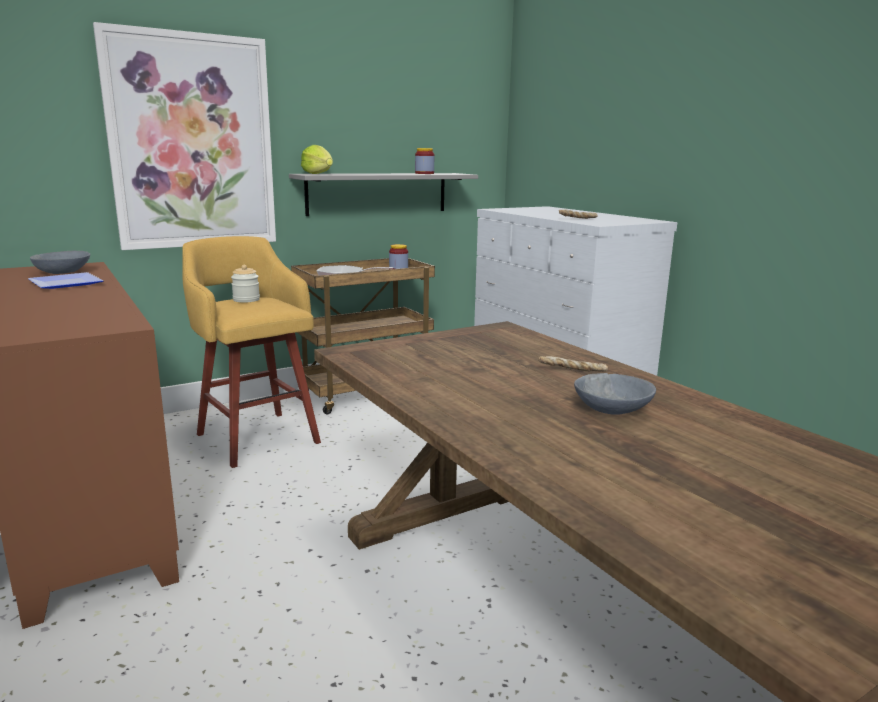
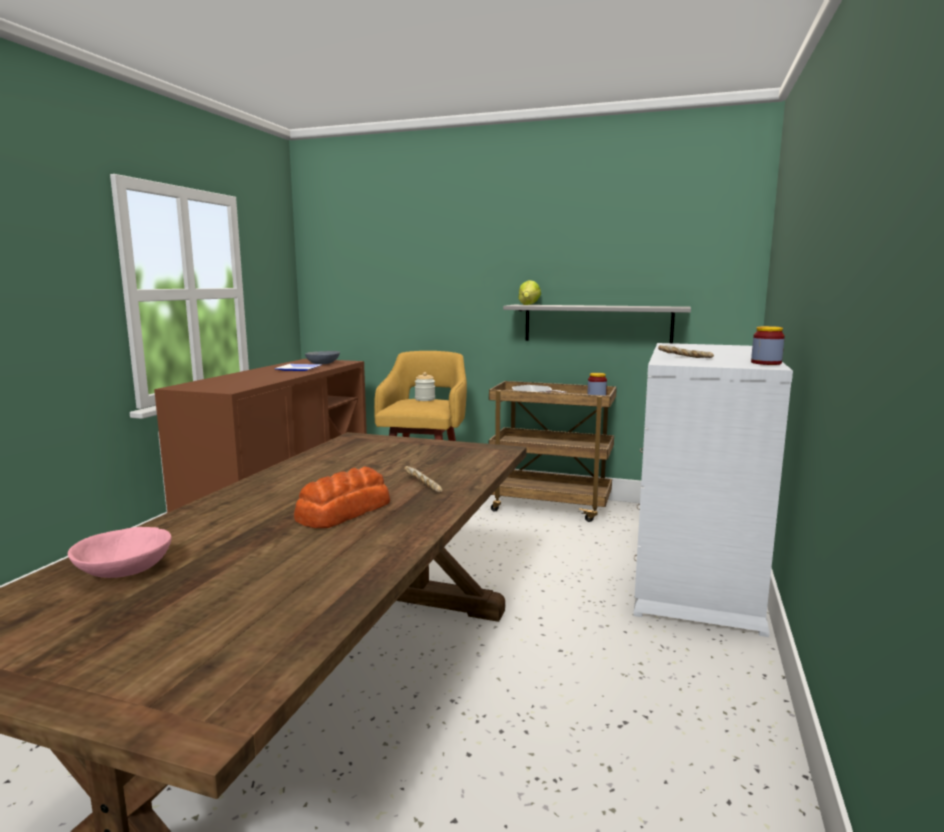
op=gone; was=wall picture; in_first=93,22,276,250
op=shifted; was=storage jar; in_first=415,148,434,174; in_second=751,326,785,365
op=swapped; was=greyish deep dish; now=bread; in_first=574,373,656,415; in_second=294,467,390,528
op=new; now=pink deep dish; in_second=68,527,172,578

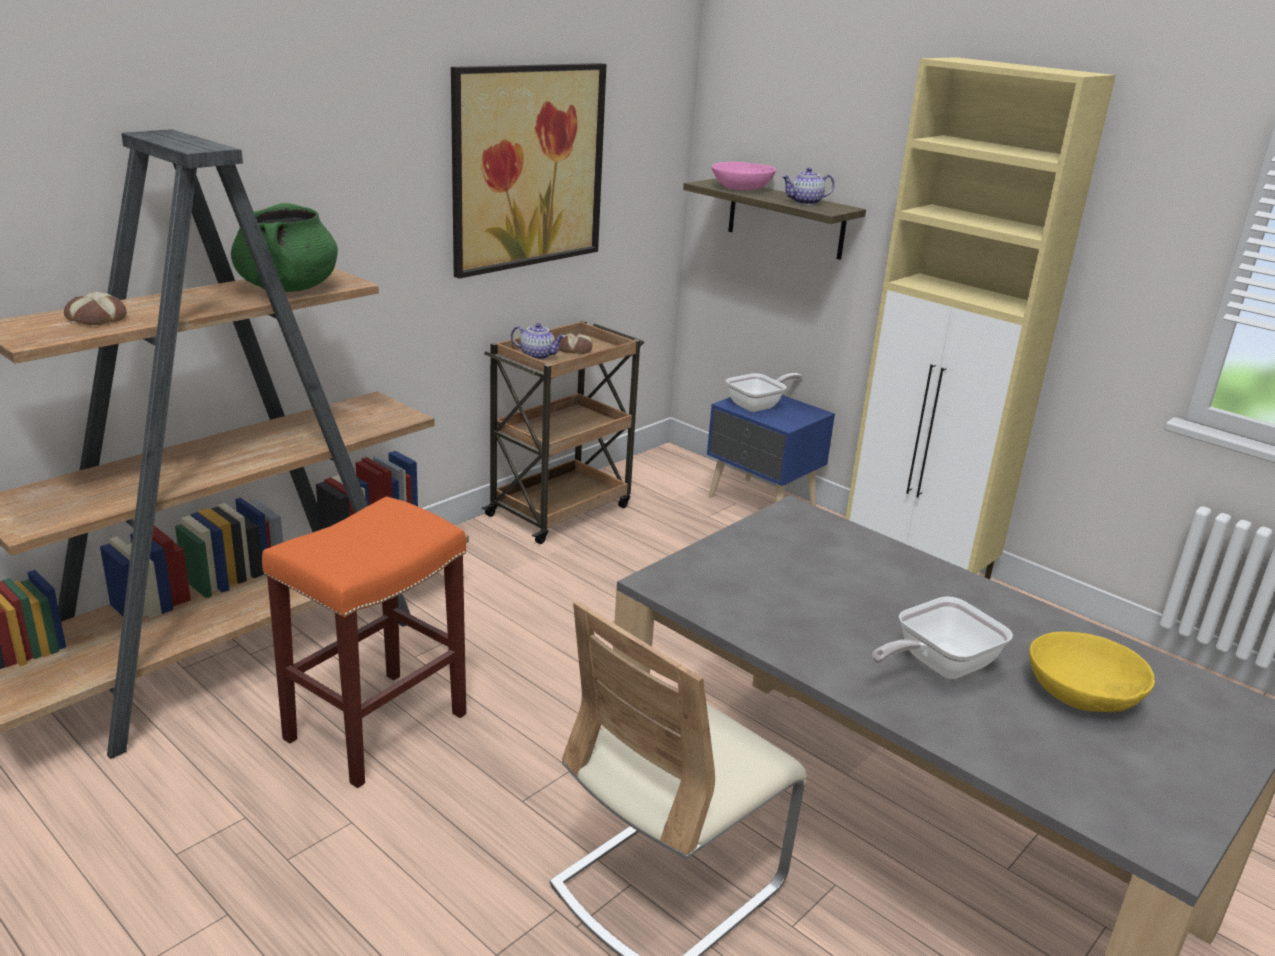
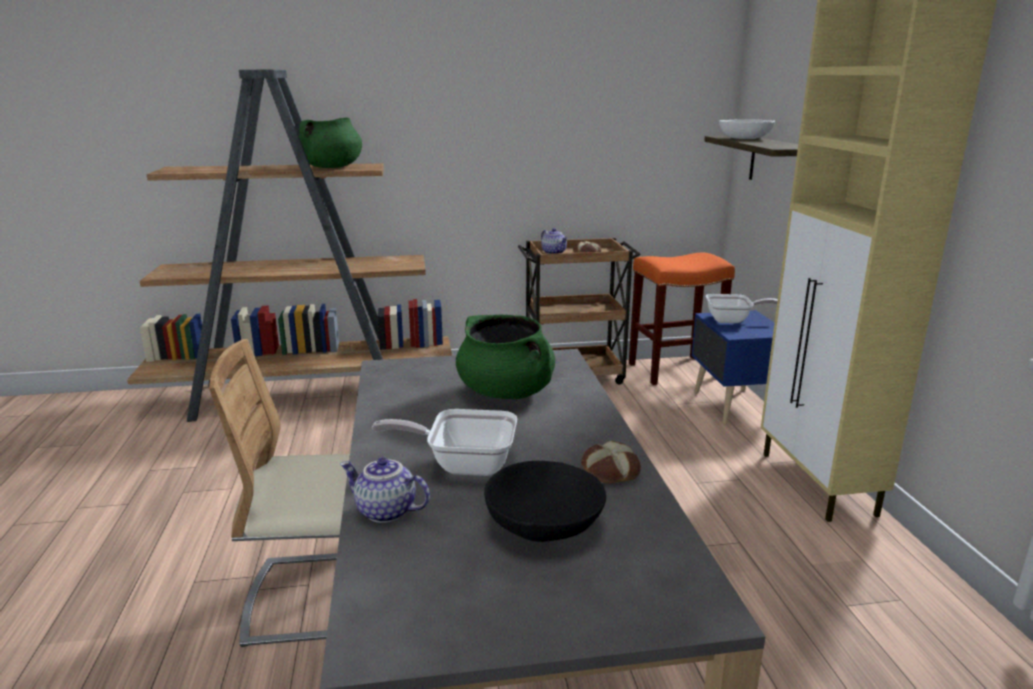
op=gone; was=wall picture; in_first=451,63,606,279
op=repainted; was=pink deep dish; now=white-coloured deep dish; in_first=712,162,776,190; in_second=719,119,775,139
op=shifted; was=teapot; in_first=782,168,835,205; in_second=340,457,430,523
op=shifted; was=bread; in_first=64,292,126,325; in_second=581,441,641,483
op=shifted; was=orange-coloured stool; in_first=262,496,466,788; in_second=629,253,735,385
op=repainted; was=yellow deep dish; now=blackish deep dish; in_first=1029,632,1155,712; in_second=484,461,606,542
op=new; now=greenish stockpot; in_second=456,315,555,400

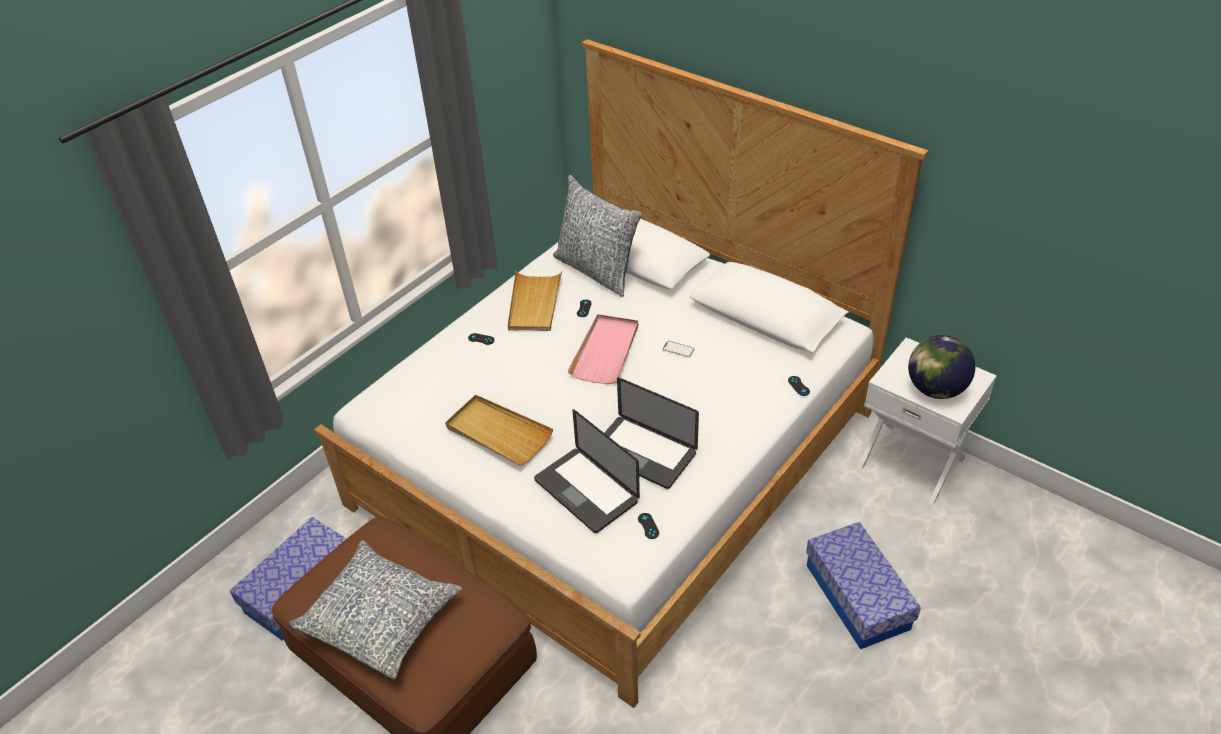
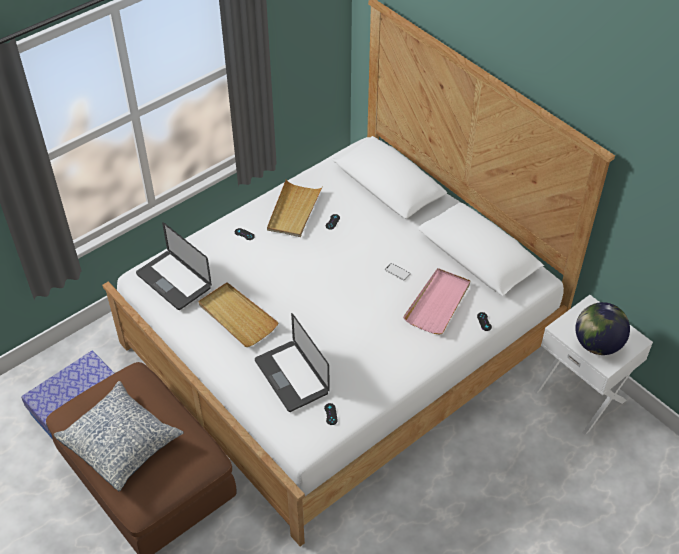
op=gone; was=cushion; in_first=553,175,642,297
op=shifted; was=pink tray; in_first=568,314,638,384; in_second=403,268,470,334
op=shifted; was=notebook computer; in_first=604,378,699,489; in_second=136,222,212,310
op=gone; was=storage container; in_first=806,522,921,649

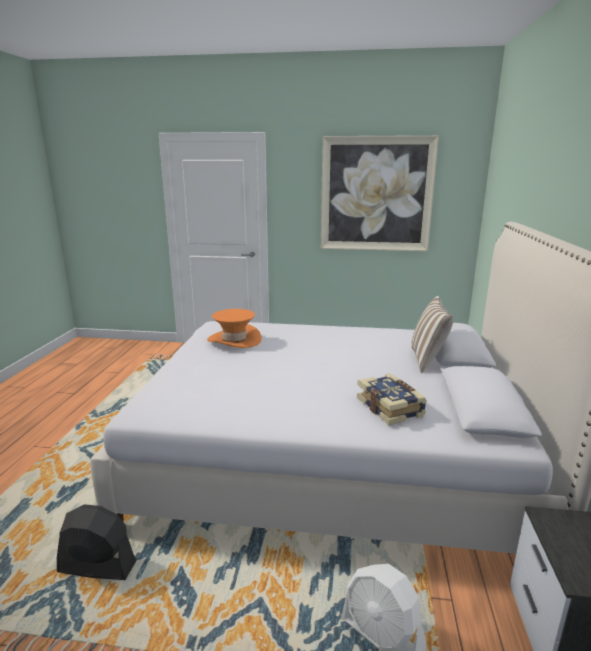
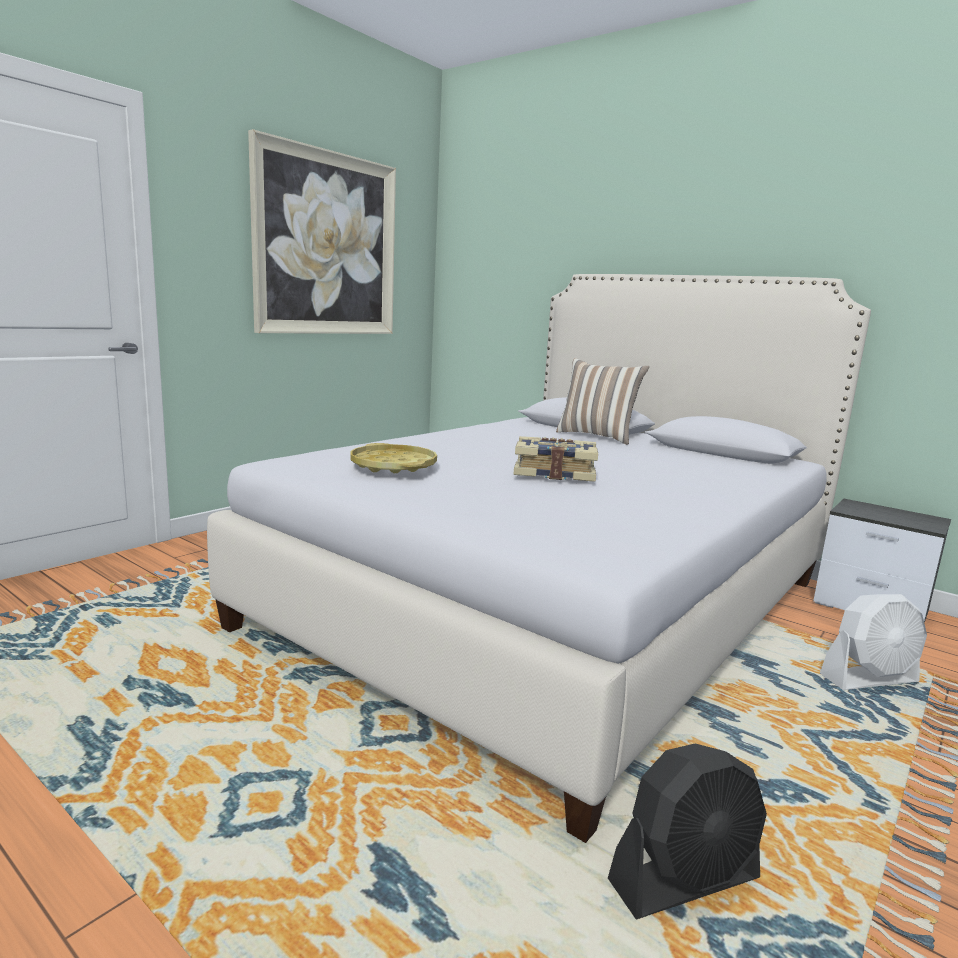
op=swapped; was=orange-coloured clothing hat; now=yellow tray; in_first=207,309,262,348; in_second=351,443,437,473
op=shifted; was=volume; in_first=357,374,427,425; in_second=514,436,598,482
op=rotated; was=blackish electric fan; in_first=57,504,136,580; in_second=608,743,767,920; clockwise=-150

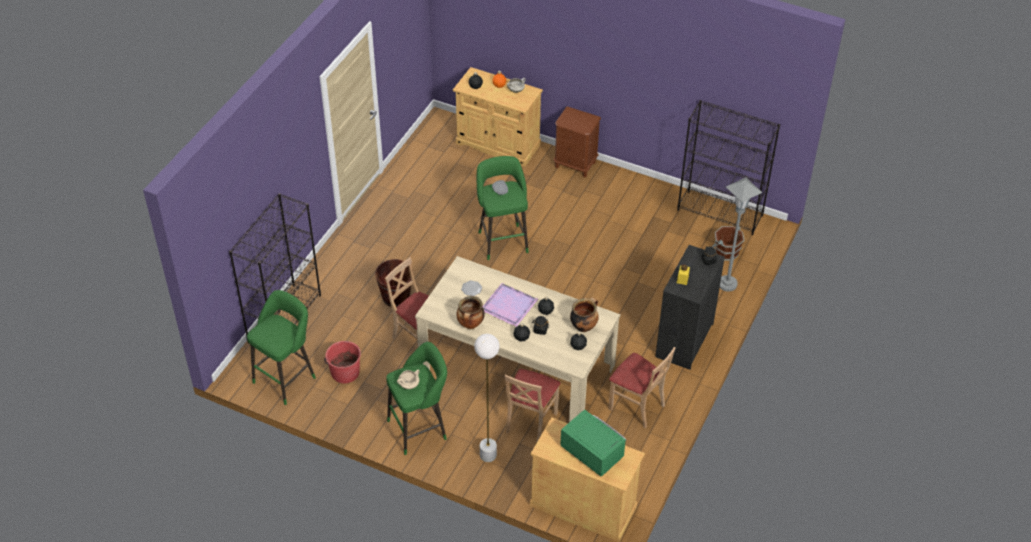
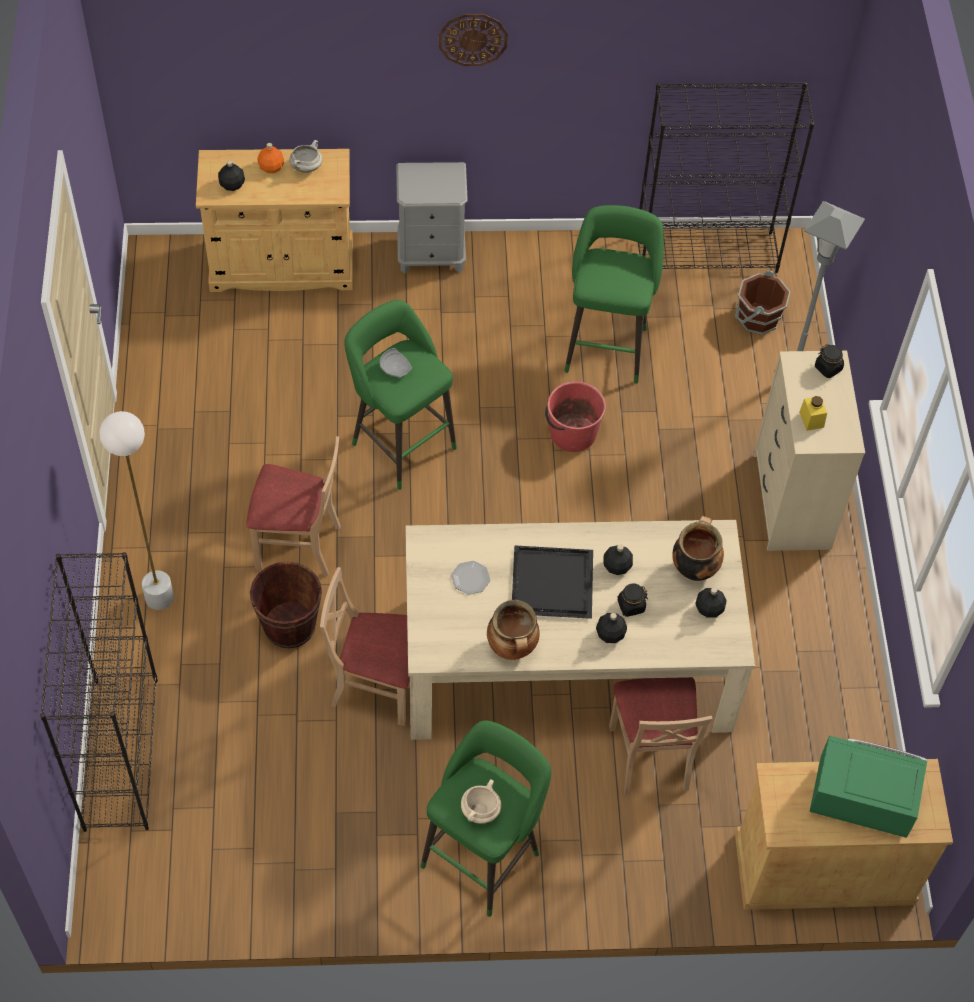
op=repainted; was=brown bedside table; now=greyish bedside table; in_first=553,106,601,177; in_second=396,162,468,273
op=repainted; was=blackish drawer chest; now=beige-coloured drawer chest; in_first=655,245,725,370; in_second=754,351,865,551
op=repainted; was=purplish tray; now=blackish tray; in_first=483,283,538,327; in_second=512,545,593,619
op=shifted; was=greenish stool; in_first=247,290,316,405; in_second=564,205,664,383
op=shifted; was=white-coloured standard lamp; in_first=474,334,500,462; in_second=99,411,174,610
op=shifted; was=red-coloured water bucket; in_first=324,341,361,383; in_second=545,381,606,452
op=shifted; was=beige-coloured upright chair; in_first=608,347,675,428; in_second=246,436,341,576
op=new; now=wall clock; in_second=439,14,508,66

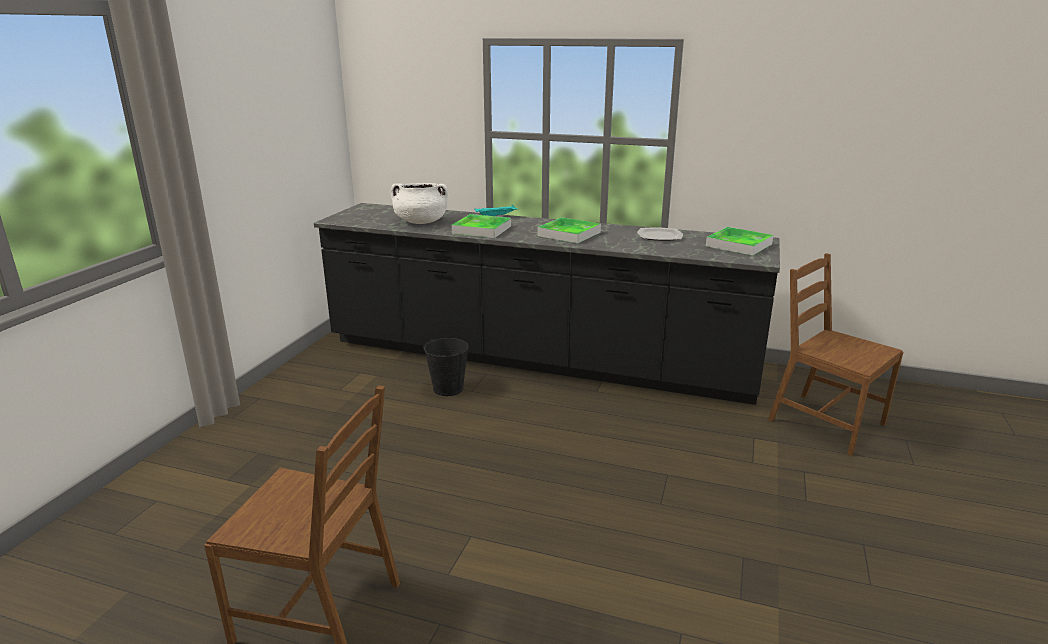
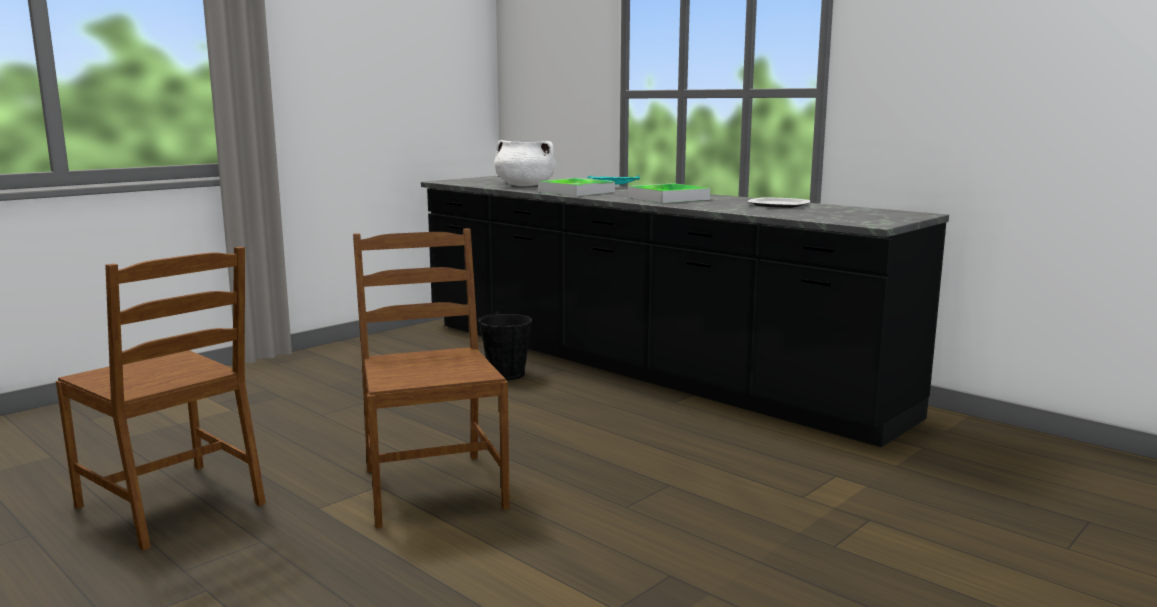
op=gone; was=tray; in_first=706,227,773,256
op=shifted; was=brown upright chair; in_first=768,253,903,456; in_second=353,228,510,528

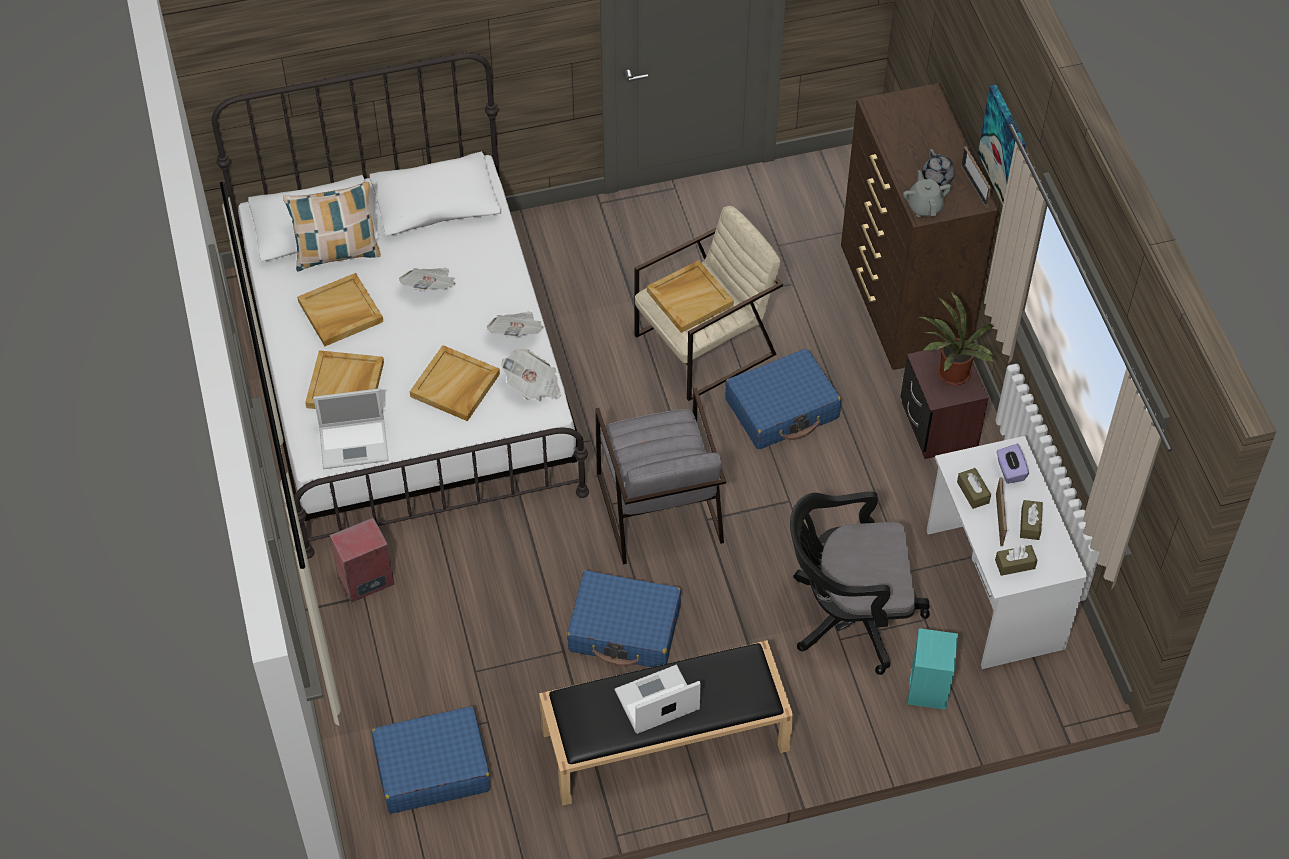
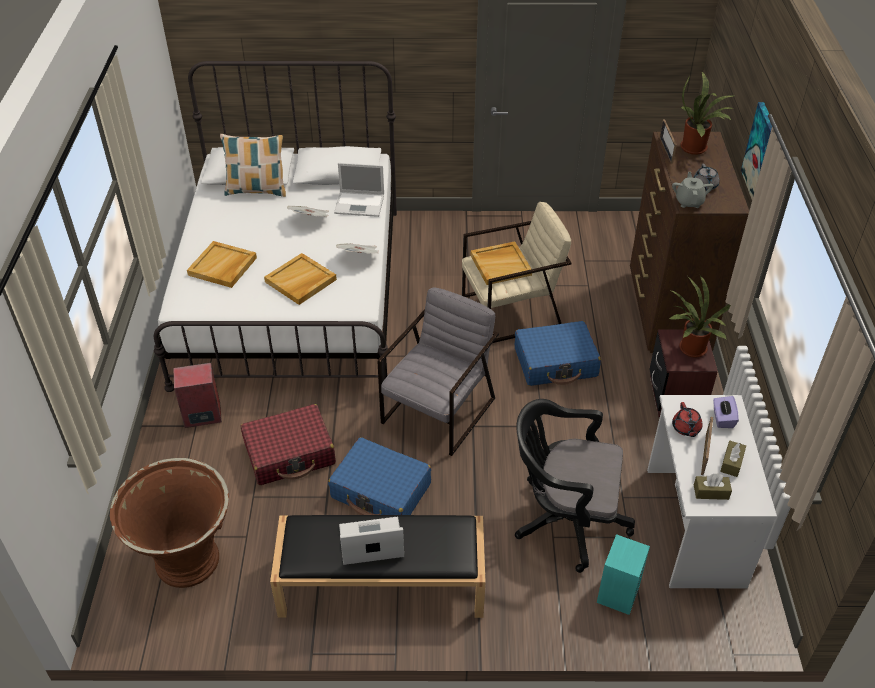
op=shifted; was=photo frame; in_first=961,146,992,208; in_second=660,119,677,163
op=gone; was=beige-coloured tray; in_first=297,273,383,346
op=gone; was=printed paper; in_first=501,349,561,401
op=rotated; was=greyish armchair; in_first=595,388,726,564; in_second=377,287,499,456; clockwise=-150
op=shifted; was=notebook computer; in_first=313,389,389,469; in_second=334,163,384,217
op=swapped; was=brown tissue box; now=red-coloured teapot; in_first=957,468,991,509; in_second=672,402,703,437
op=swapped; was=blue-coloured suitcase; now=brown plant pot; in_first=371,706,490,814; in_second=110,458,229,588
op=new; now=potted plant; in_second=680,72,733,155
op=new; now=red-coloured suitcase; in_second=241,404,336,485

